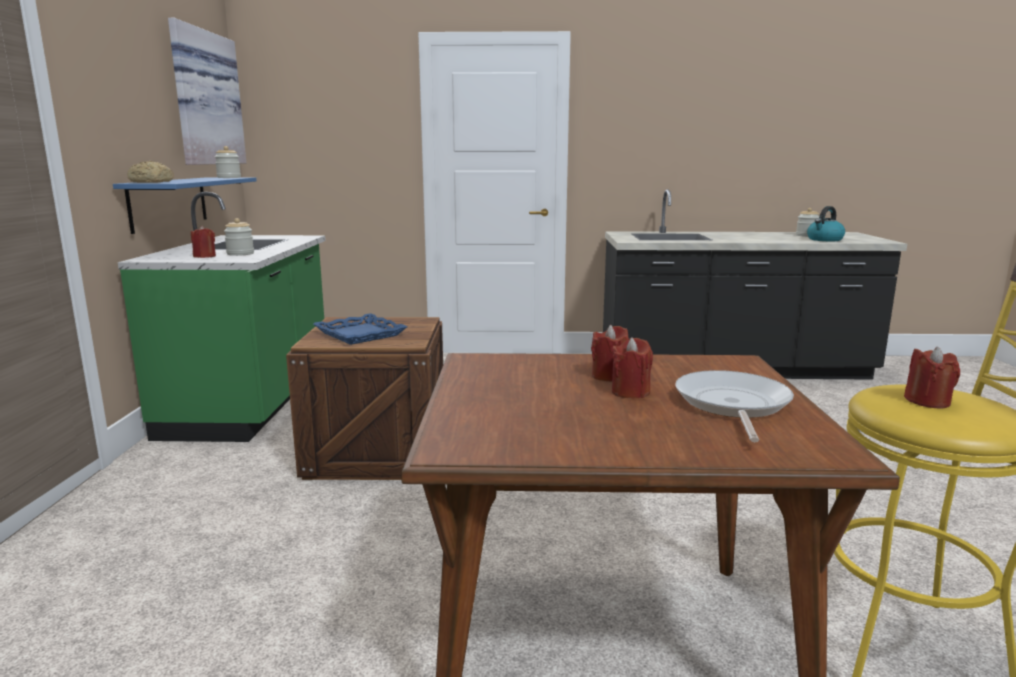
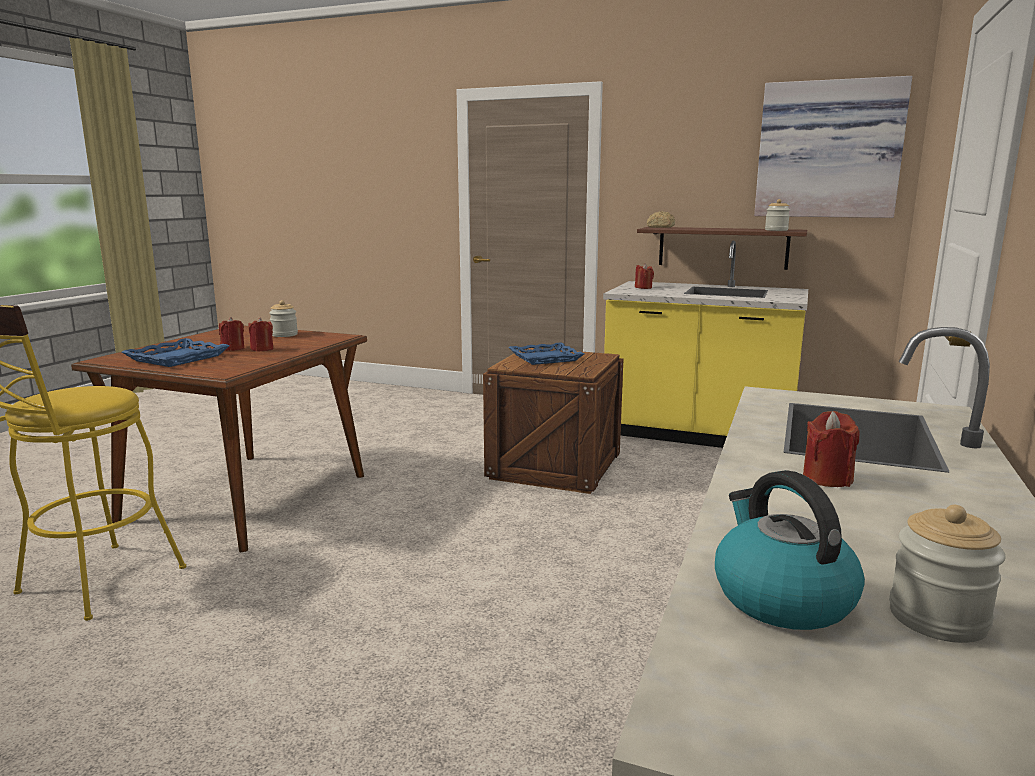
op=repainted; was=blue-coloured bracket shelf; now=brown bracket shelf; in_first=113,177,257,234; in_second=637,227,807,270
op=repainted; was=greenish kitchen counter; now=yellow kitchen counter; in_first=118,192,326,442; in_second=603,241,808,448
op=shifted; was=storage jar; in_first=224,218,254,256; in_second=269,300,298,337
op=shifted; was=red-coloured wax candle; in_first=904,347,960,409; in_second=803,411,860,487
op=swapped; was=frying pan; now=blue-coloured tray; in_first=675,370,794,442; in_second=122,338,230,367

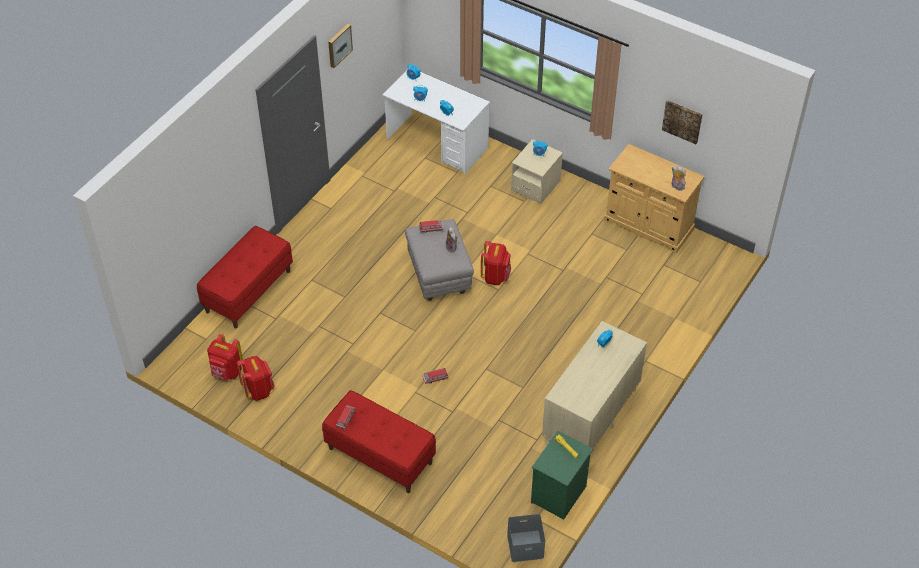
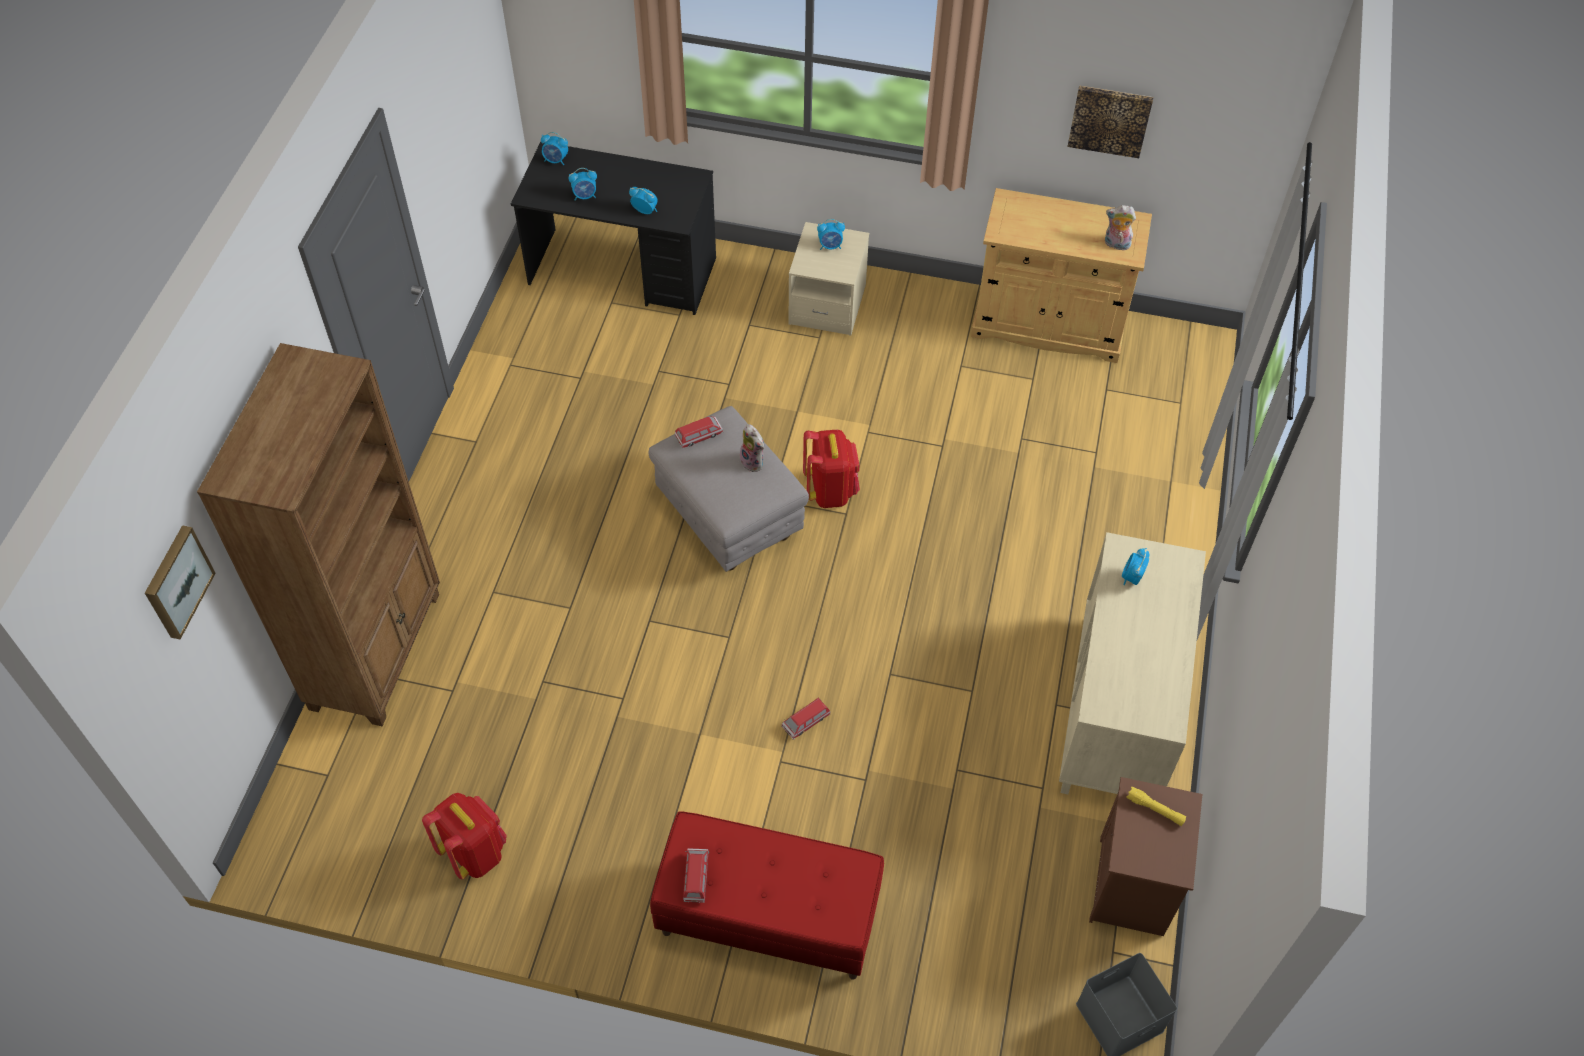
op=shifted; was=wall picture; in_first=328,24,353,68; in_second=145,525,216,639
op=repainted; was=white-coloured desk unit; now=blackish desk unit; in_first=383,68,490,174; in_second=511,142,716,315
op=swapped; was=red-coloured long seat; now=brown shelving unit; in_first=197,226,293,329; in_second=197,343,440,726
op=gone; was=red-coloured knapsack; in_first=207,334,243,380
op=repainted; was=greenish bedside table; now=brown bedside table; in_first=531,431,593,520; in_second=1089,777,1202,936

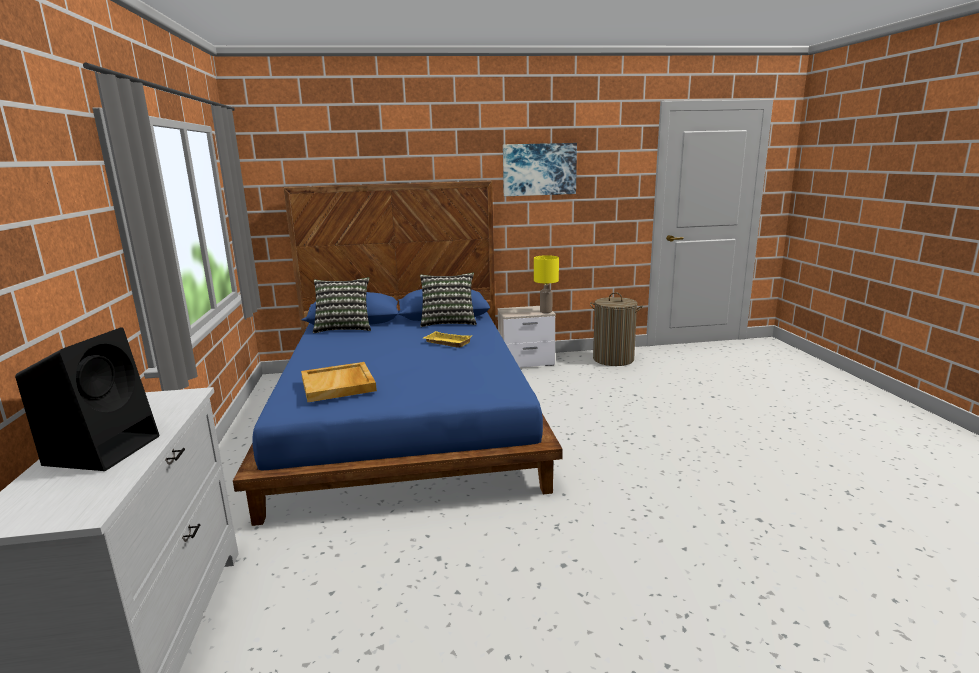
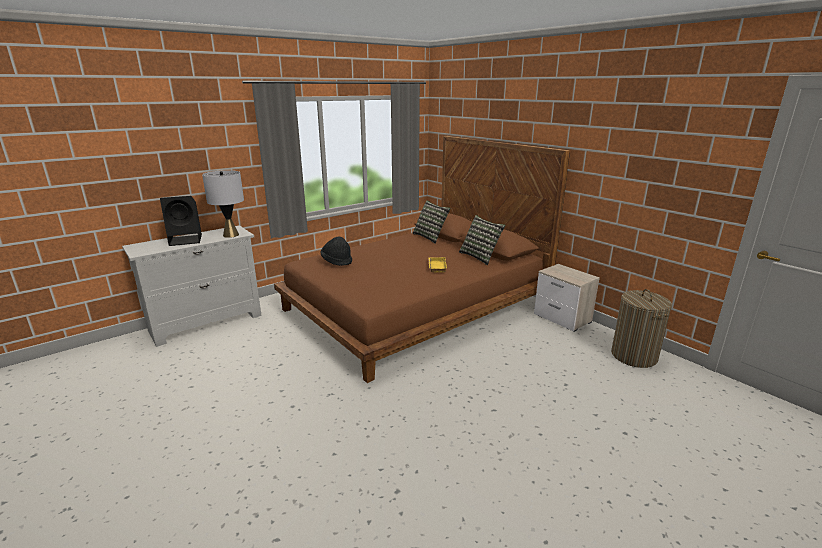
op=gone; was=wall picture; in_first=503,143,577,196
op=repainted; was=blue-coloured bed; now=brown bed; in_first=233,181,563,526; in_second=274,136,570,383
op=gone; was=yellow table lamp; in_first=534,255,559,313
op=swapped; was=beige-coloured tray; now=blackish clothing hat; in_first=301,362,377,402; in_second=321,237,352,266
op=new; now=greyish table lamp; in_second=202,170,244,238

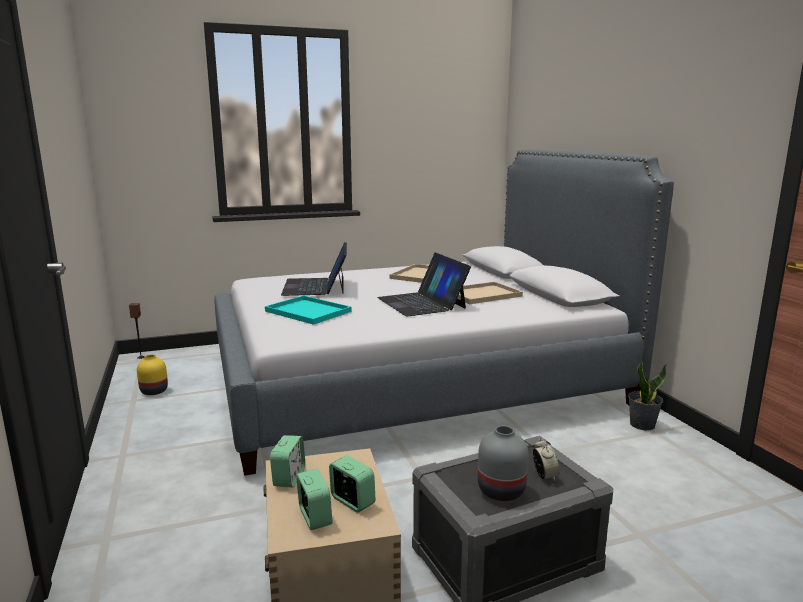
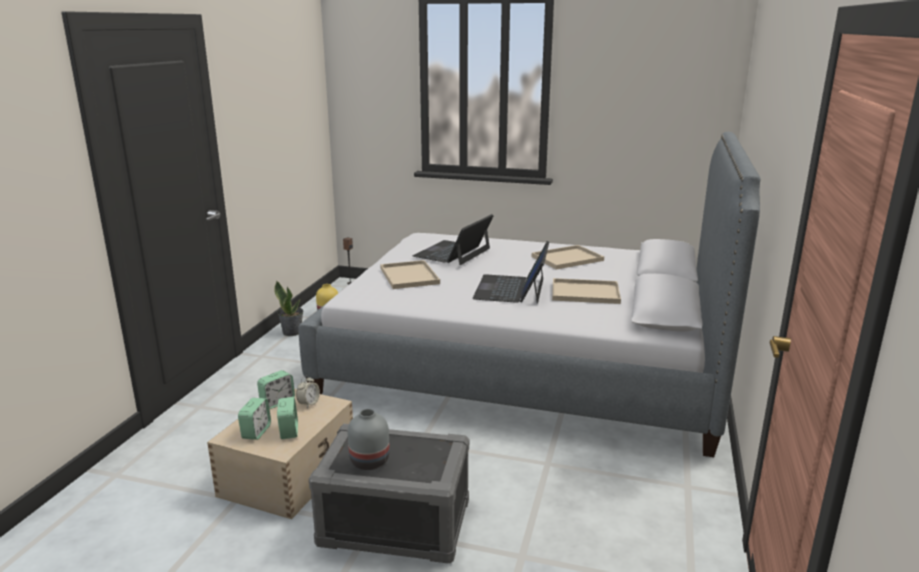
op=repainted; was=blue-green tray; now=beige-coloured tray; in_first=265,295,352,325; in_second=380,260,440,289
op=shifted; was=potted plant; in_first=628,361,667,430; in_second=274,280,303,336
op=shifted; was=bedside clock; in_first=533,438,560,481; in_second=296,375,320,408

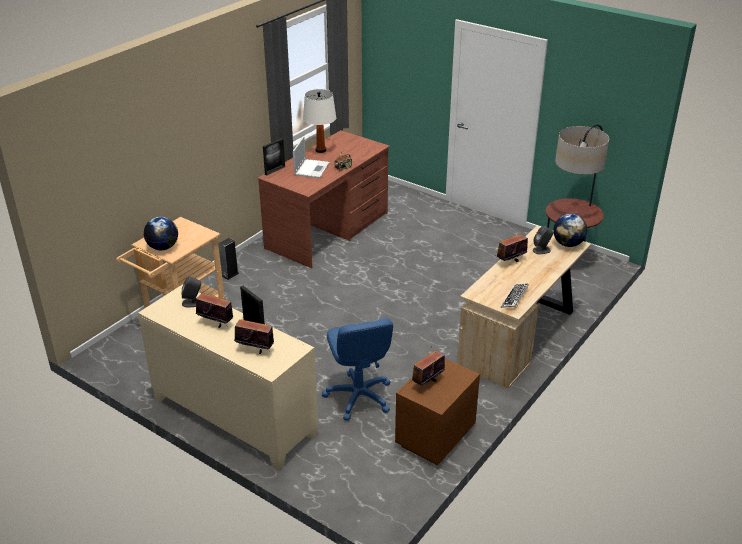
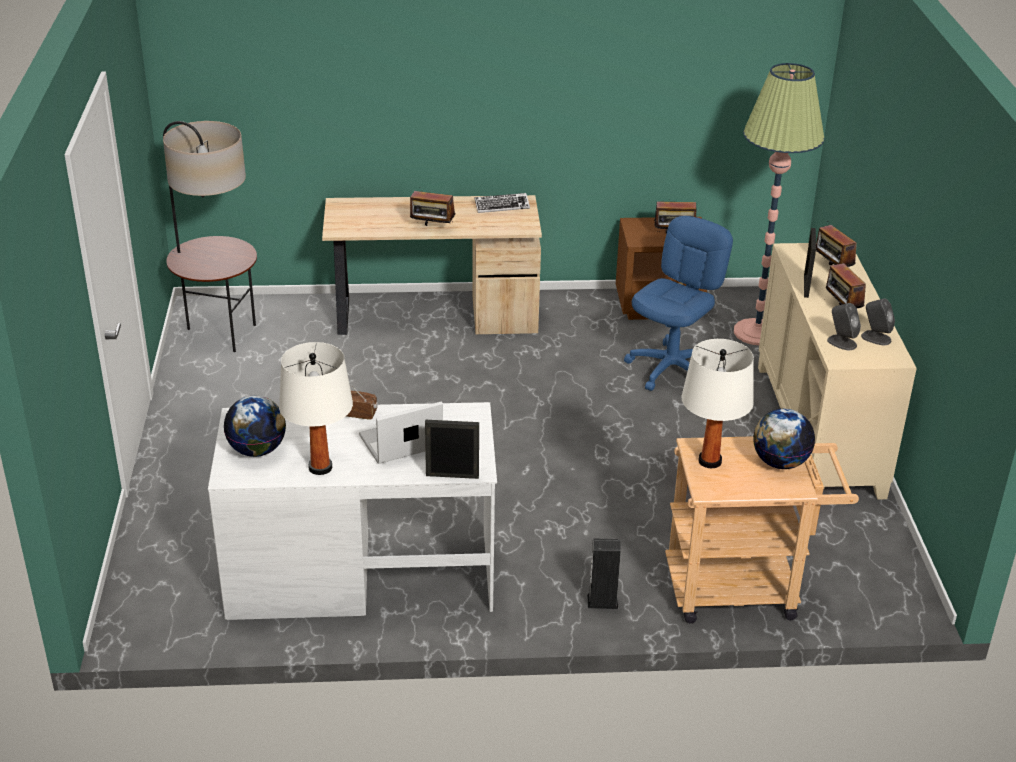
op=repainted; was=brown desk unit; now=white-coloured desk unit; in_first=258,130,390,268; in_second=208,402,497,620
op=shifted; was=globe; in_first=553,214,587,247; in_second=224,395,286,457
op=shifted; was=greyish speaker; in_first=533,226,553,254; in_second=861,298,895,345
op=new; now=standard lamp; in_second=734,63,825,345
op=new; now=white-coloured table lamp; in_second=681,339,754,468

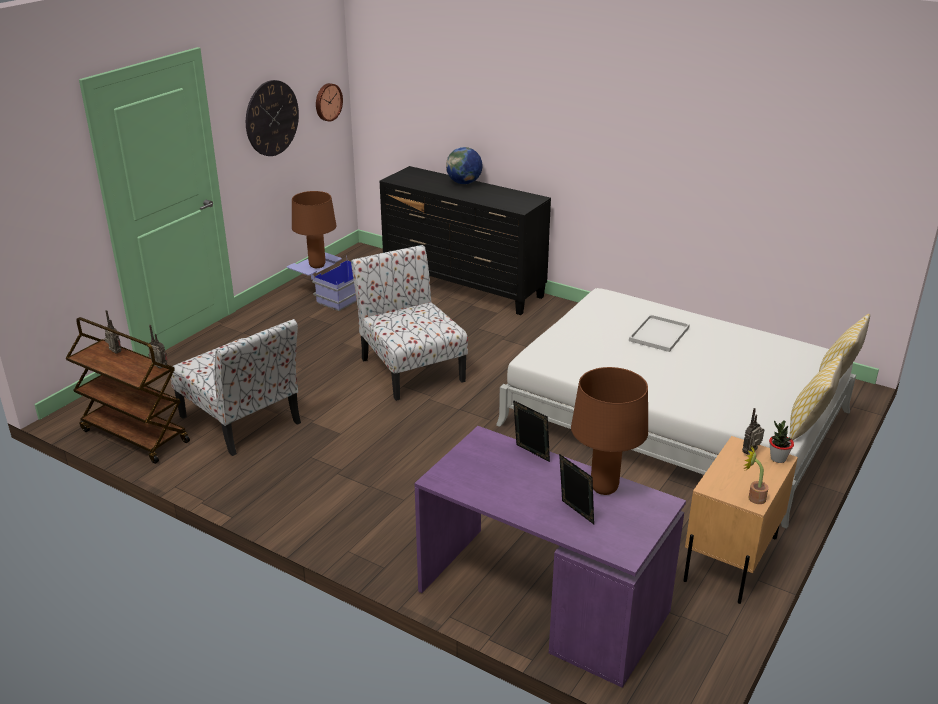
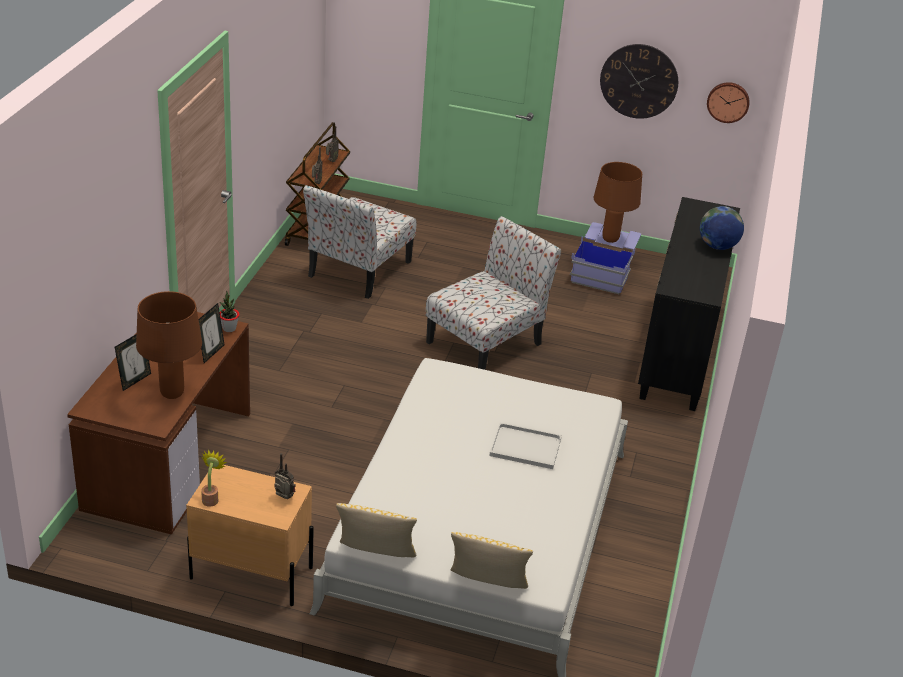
op=shifted; was=potted plant; in_first=769,420,794,463; in_second=220,291,239,332
op=repainted; was=purplish desk unit; now=brown desk unit; in_first=414,426,686,688; in_second=67,312,250,535

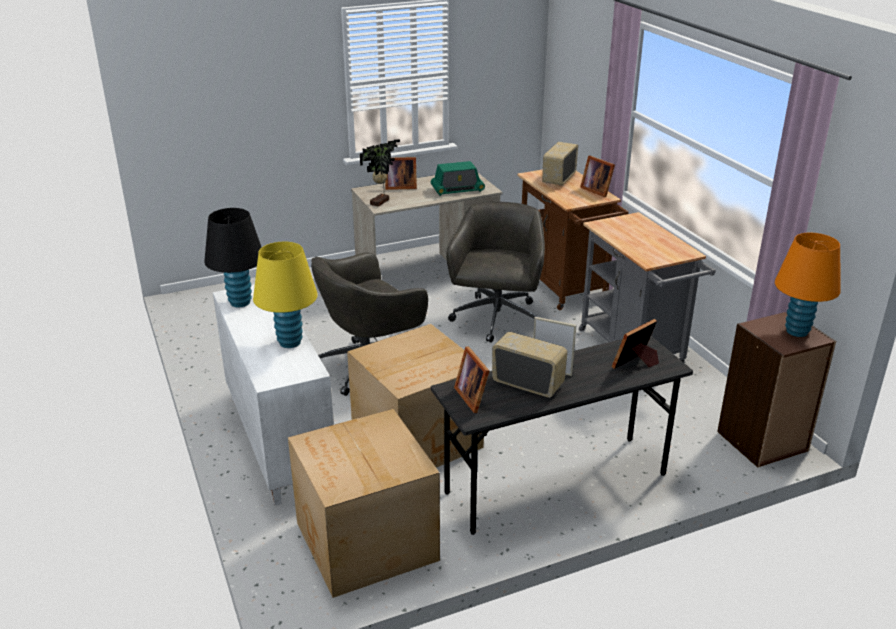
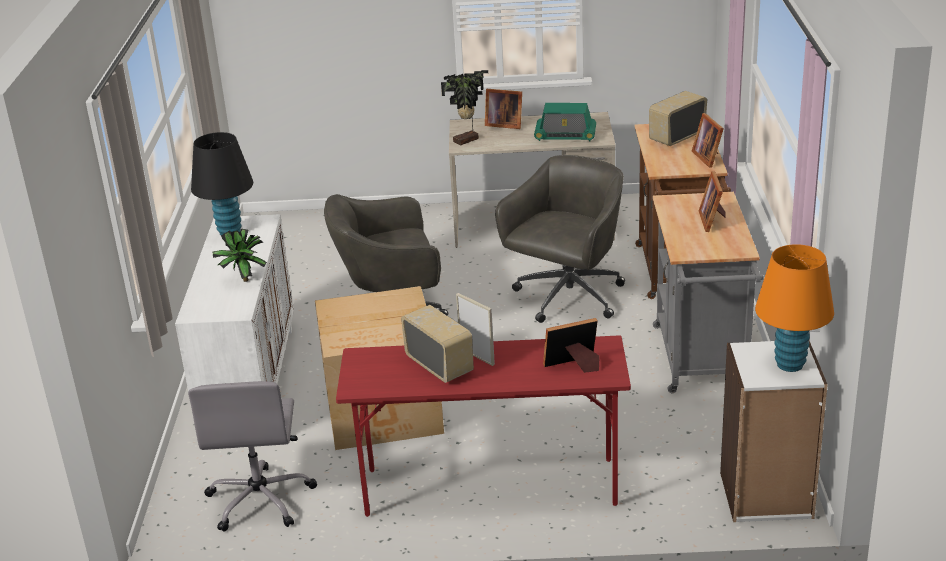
op=swapped; was=yellow table lamp; now=potted plant; in_first=253,242,318,348; in_second=213,229,267,282
op=repainted; was=brown shelving unit; now=white-coloured shelving unit; in_first=717,312,836,467; in_second=720,341,828,522
op=repainted; was=greyish desk unit; now=red-coloured desk unit; in_first=431,336,693,535; in_second=336,336,631,517
op=shifted; was=photo frame; in_first=454,347,489,413; in_second=699,171,726,232
op=swapped; was=cardboard box; now=greyish office chair; in_first=288,409,440,598; in_second=188,381,317,531

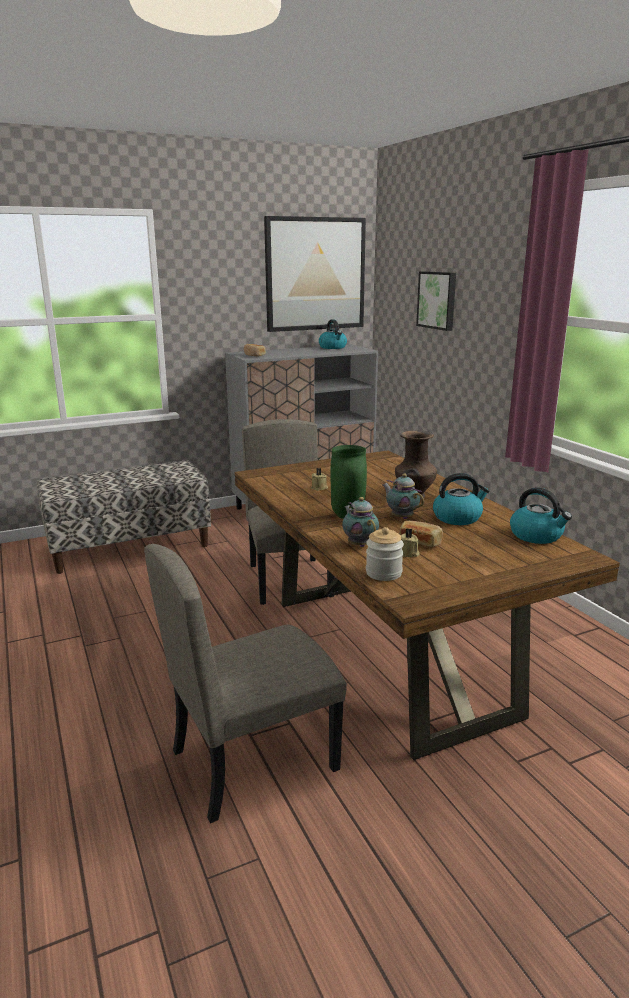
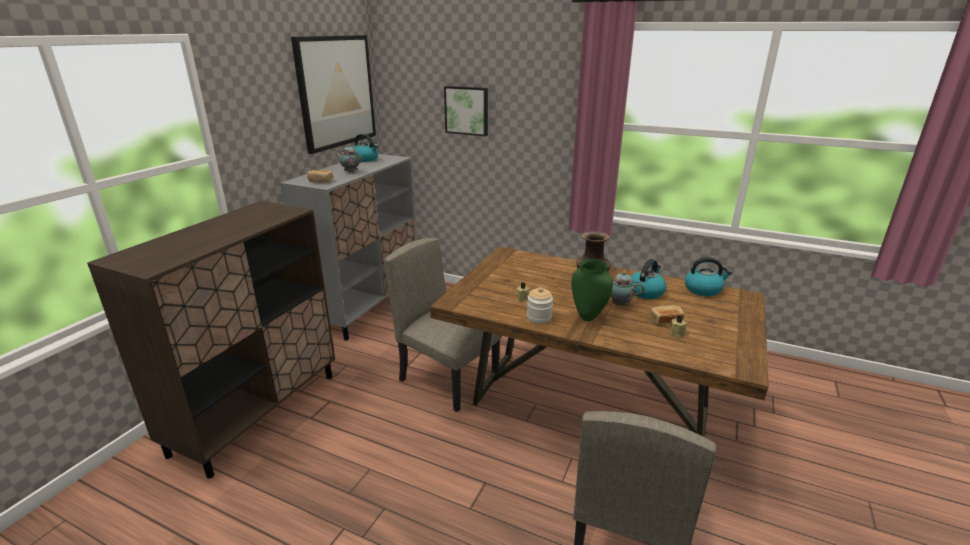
op=swapped; was=long seat; now=brown cabinet; in_first=37,460,211,574; in_second=87,201,335,479
op=shifted; was=teapot; in_first=342,497,379,547; in_second=335,144,363,173
op=shifted; was=storage jar; in_first=366,527,404,581; in_second=527,287,553,324

